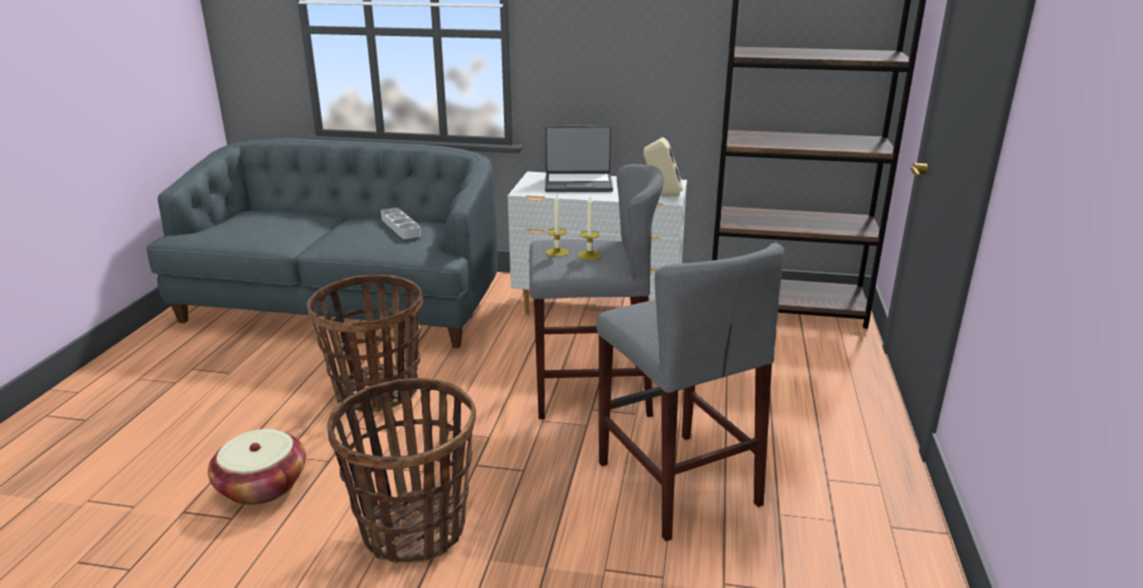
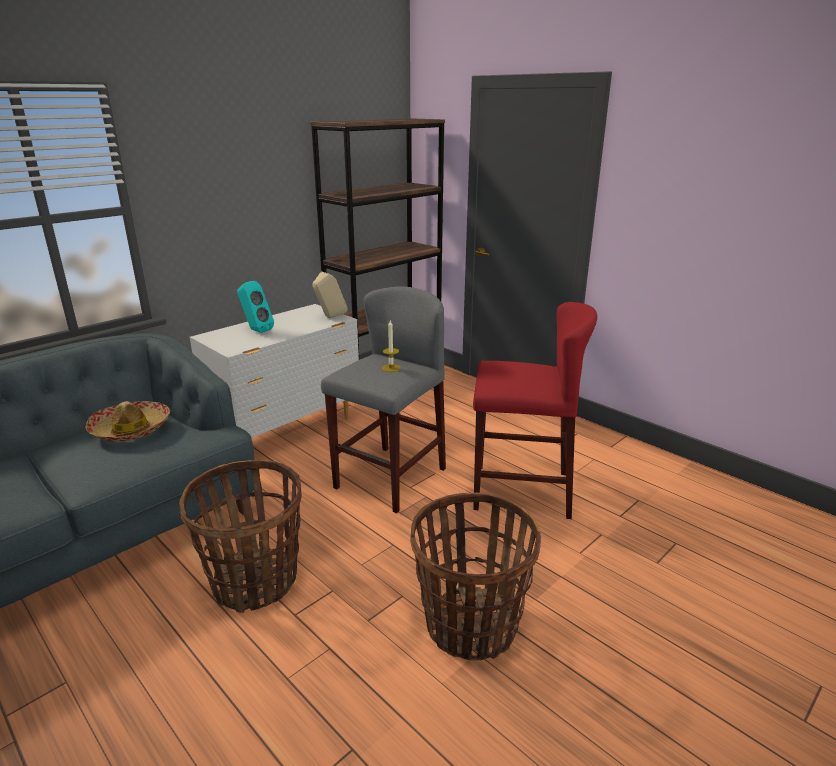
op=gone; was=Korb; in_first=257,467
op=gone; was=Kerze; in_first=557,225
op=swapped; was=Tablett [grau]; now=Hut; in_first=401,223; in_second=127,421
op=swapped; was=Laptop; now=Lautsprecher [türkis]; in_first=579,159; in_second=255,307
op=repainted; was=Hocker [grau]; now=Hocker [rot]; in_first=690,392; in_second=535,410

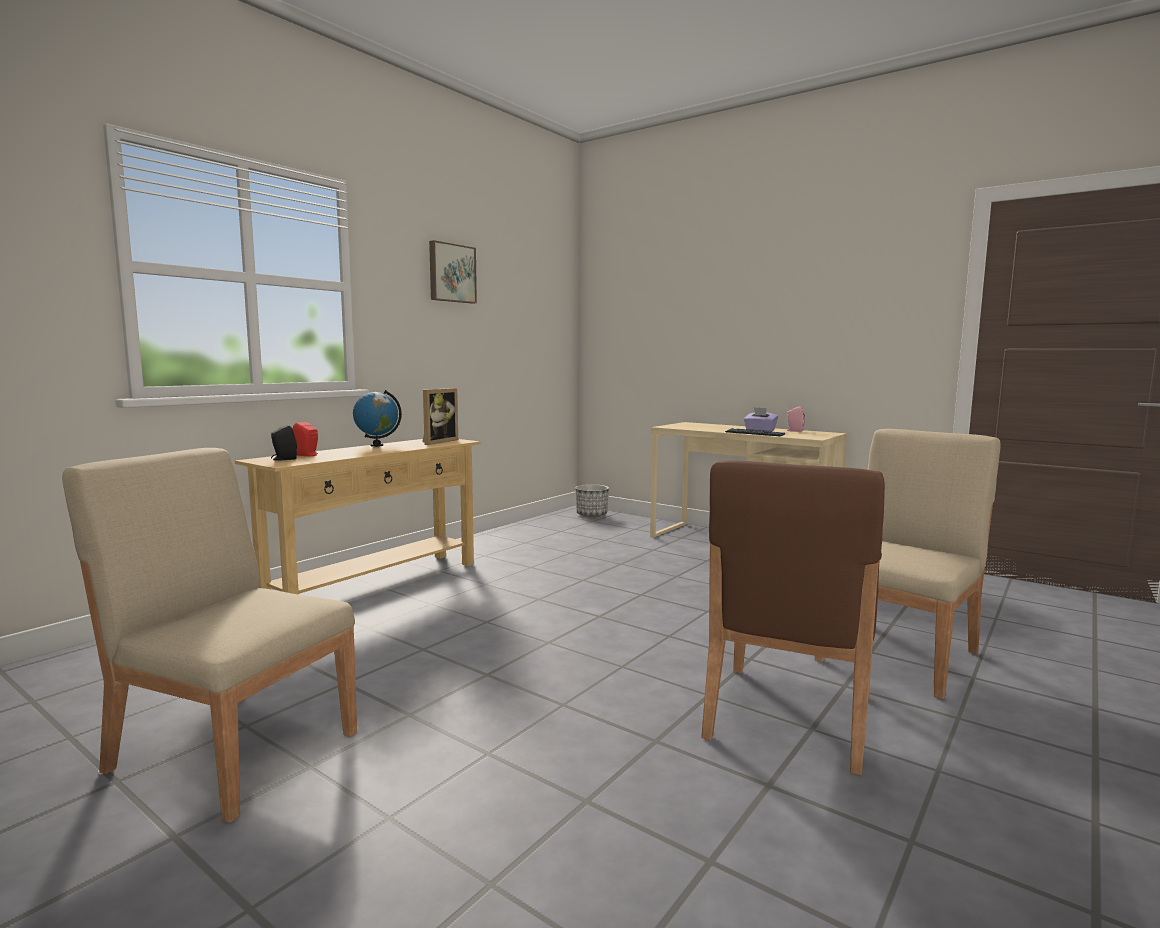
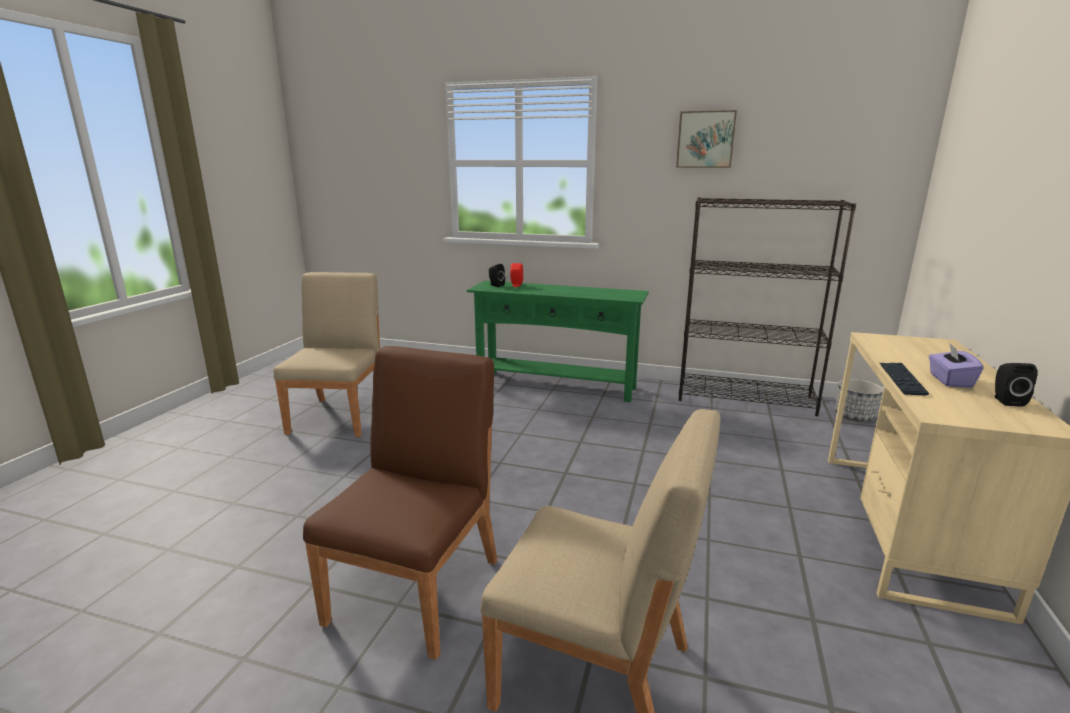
op=gone; was=Globus; in_first=377,418
op=gone; was=Bilderrahmen; in_first=440,416
op=new; now=Bücherregal [schwarz]; in_second=767,306
op=repainted; was=Konsolentisch [beige]; now=Konsolentisch [grün]; in_first=358,517; in_second=558,341
op=repainted; was=Lautsprecher [rosa]; now=Lautsprecher [schwarz]; in_first=795,419; in_second=1016,385
op=rotated; was=Stuhl [braun]; in_first=793,617; in_second=400,503; clockwise=105

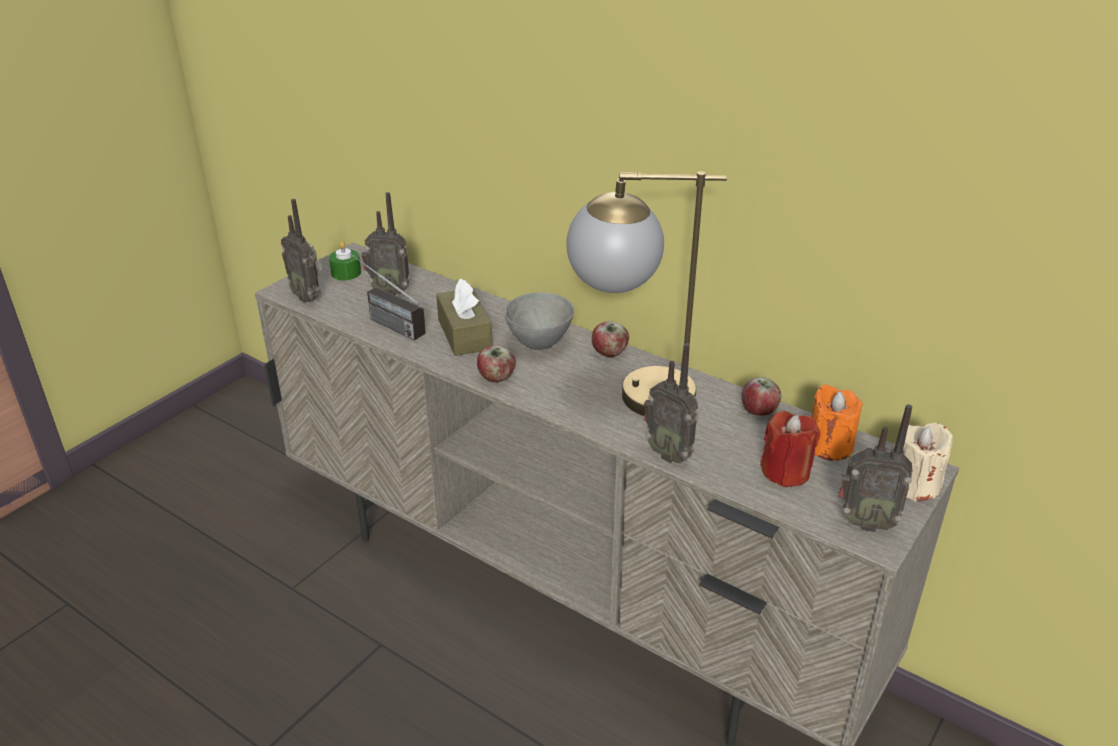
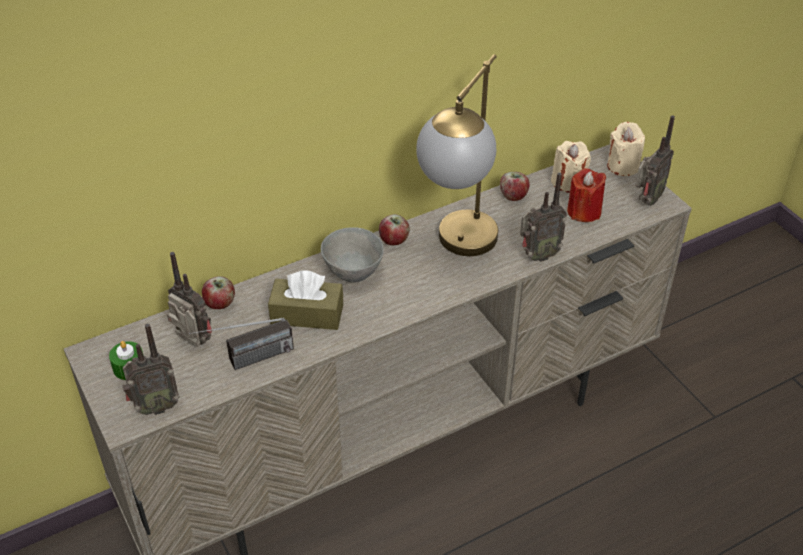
op=shifted; was=Apfel; in_first=496,363; in_second=218,292
op=repainted; was=Kerze [orange]; now=Kerze [beige]; in_first=837,422; in_second=571,166
op=rotated; was=Radio; in_first=385,243; in_second=189,299; clockwise=-90

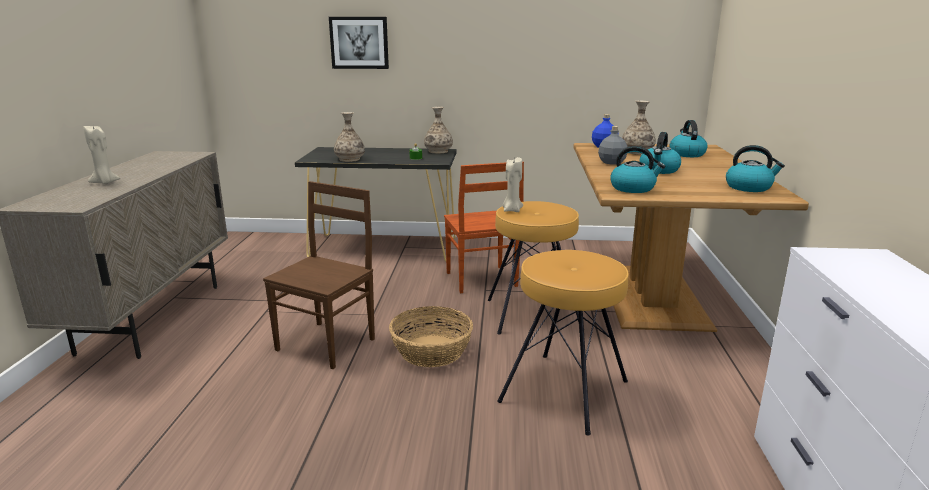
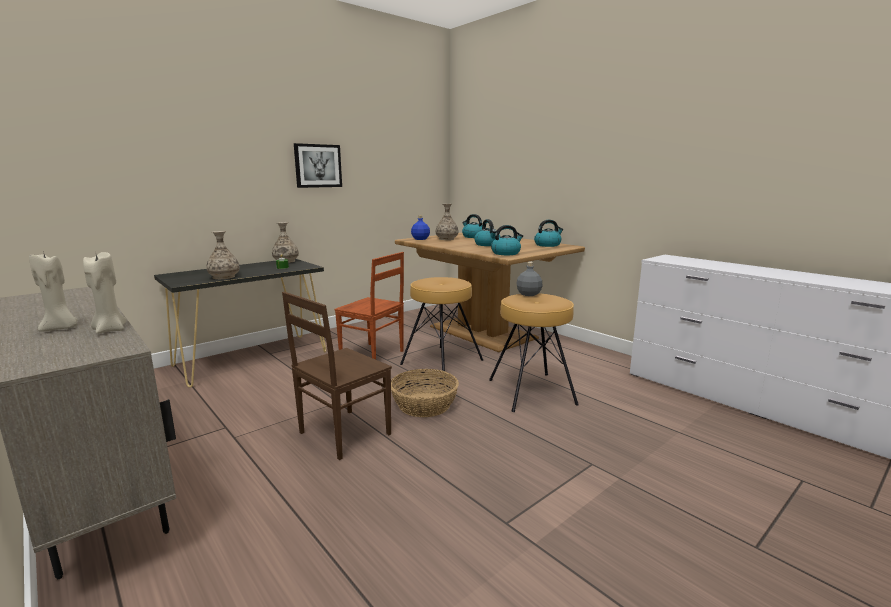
op=shifted; was=Bild; in_first=359,43; in_second=318,165
op=shifted; was=Kerze [beige]; in_first=513,184; in_second=105,292
op=shifted; was=Flasche [grau]; in_first=612,145; in_second=529,279
op=rotated; was=Stuhl [braun]; in_first=319,275; in_second=337,376; clockwise=-120

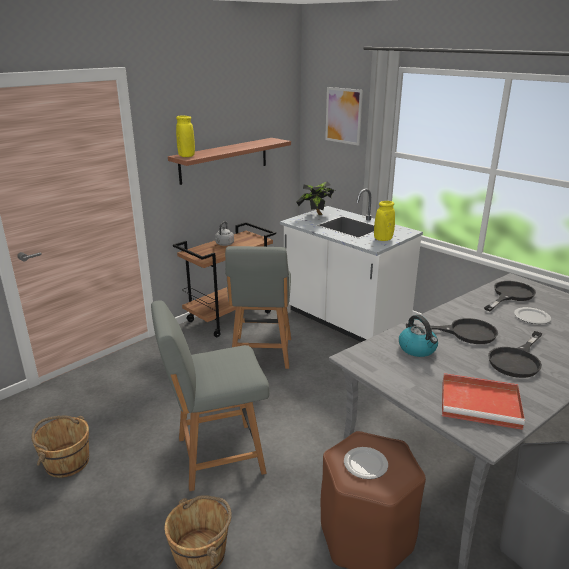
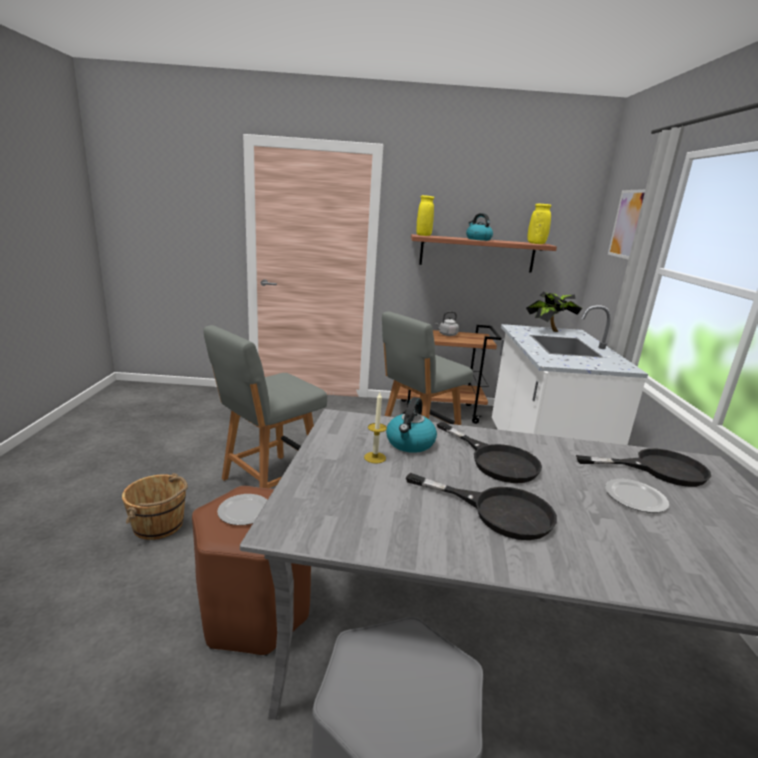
op=gone; was=Eimer [braun]; in_first=60,447
op=gone; was=Tablett [rot]; in_first=483,401
op=new; now=Kerze; in_second=375,428
op=new; now=Wasserkessel; in_second=479,227
op=shifted; was=Vase [gelb]; in_first=384,221; in_second=539,224
op=rotated; was=Stuhl [grau]; in_first=210,395; in_second=265,406; clockwise=-75
op=rotated; was=Pfanne [schwarz]; in_first=515,354; in_second=481,506; clockwise=-150

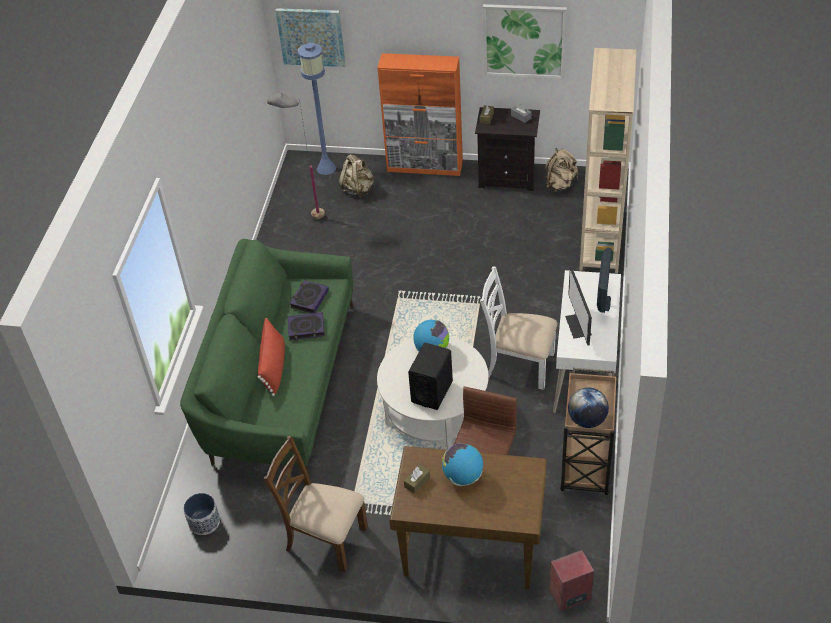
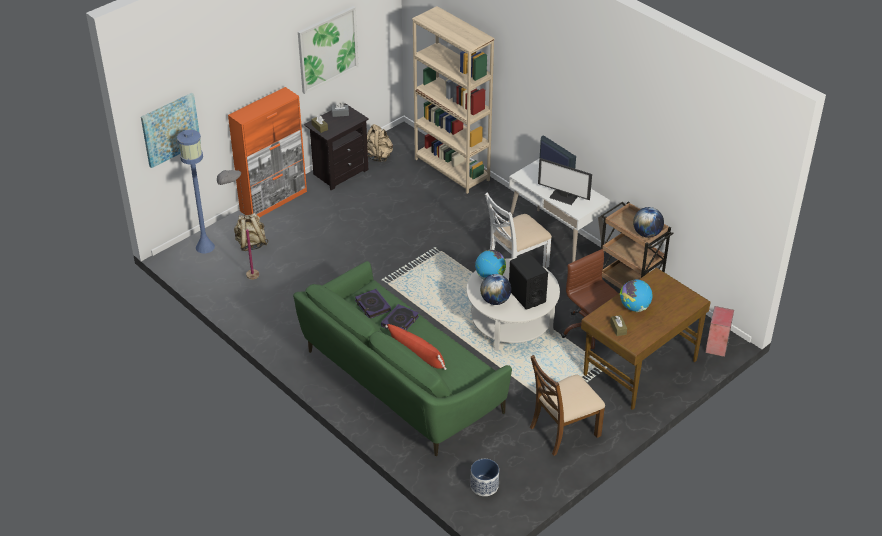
op=new; now=Globus; in_second=495,289

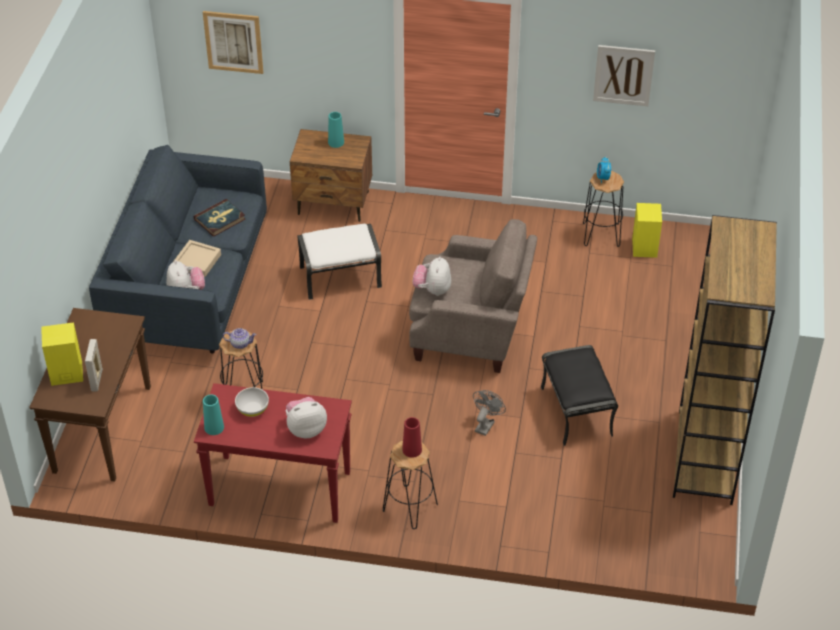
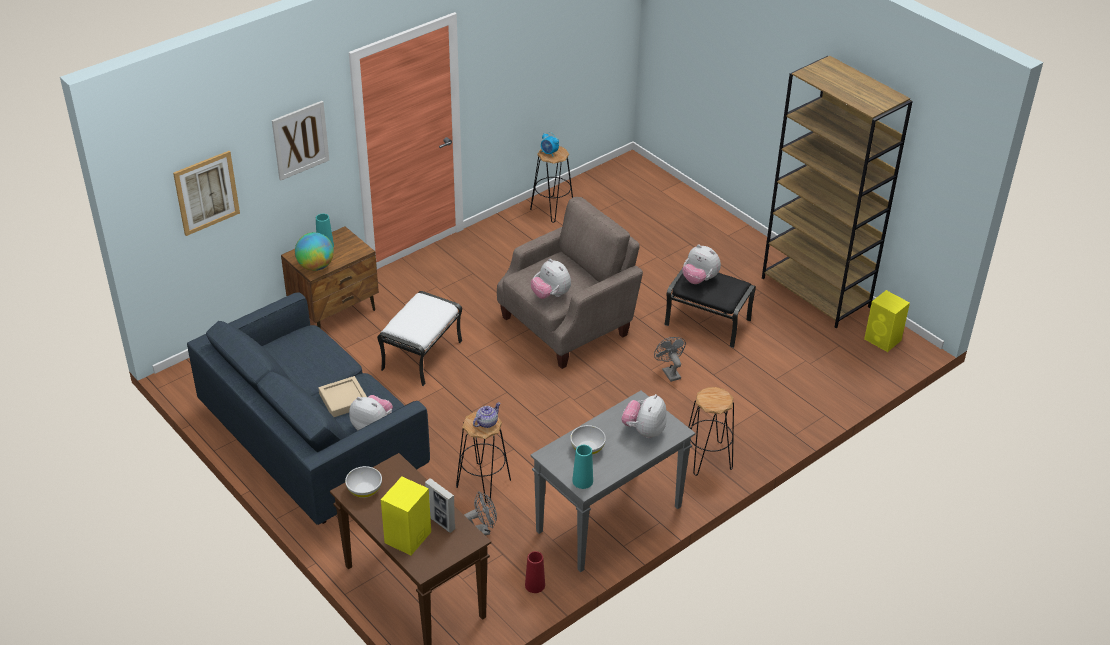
op=gone; was=Buch; in_first=219,218
op=new; now=Globus; in_second=314,251
op=new; now=Schüssel [weiß]; in_second=363,482
op=new; now=Ventilator [grau]; in_second=480,513
op=new; now=Plüschtier; in_second=701,264
op=shifted; was=Vase [rot]; in_first=412,437; in_second=535,572
op=shifted; was=Bild; in_first=624,75; in_second=300,141
op=shifted; was=Lautsprecher [gelb]; in_first=647,230; in_second=887,321
op=repainted; was=Konsolentisch [rot]; now=Konsolentisch [grau]; in_first=273,453; in_second=613,481

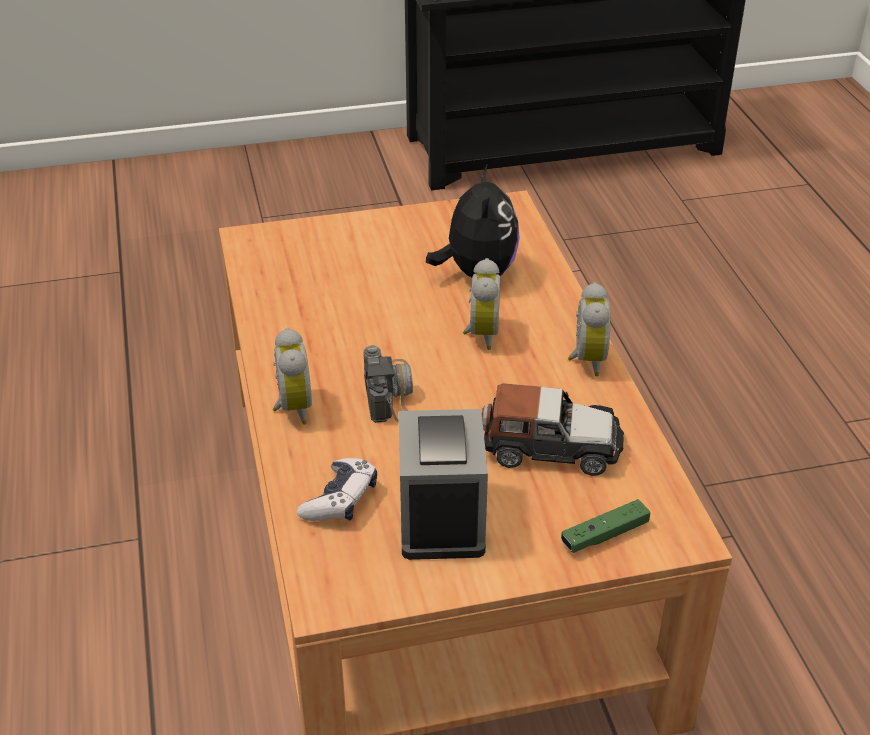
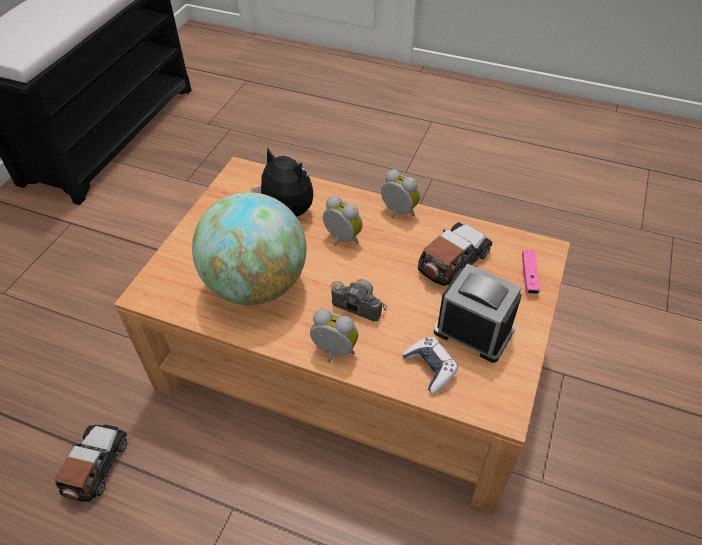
op=new; now=Spielzeugauto; in_second=91,463
op=new; now=Globus; in_second=249,248
op=repainted; was=Gamepad [grün]; now=Gamepad [rosa]; in_first=605,526; in_second=531,272

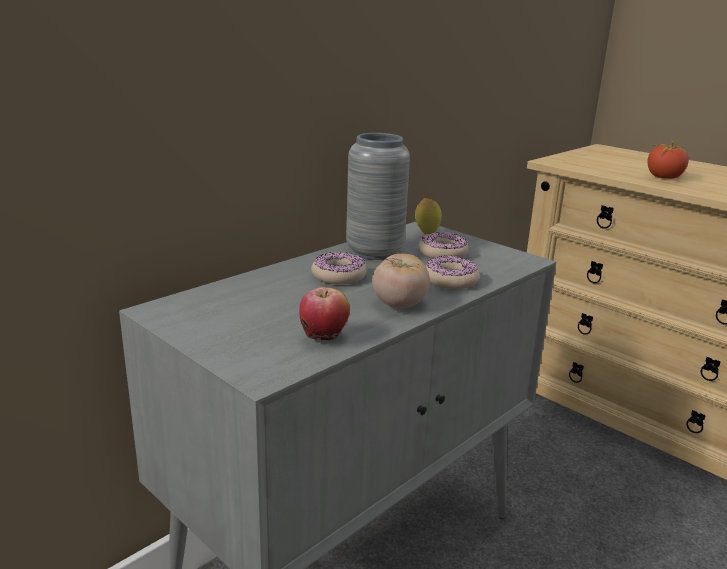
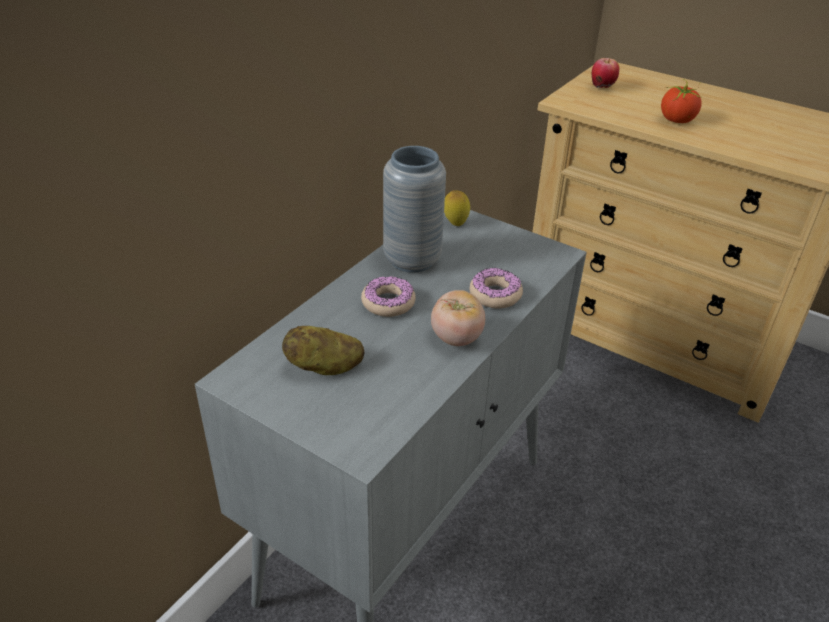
op=gone; was=Donut; in_first=443,245
op=new; now=Kartoffel; in_second=323,350
op=shifted; was=Apfel; in_first=324,313; in_second=605,73

